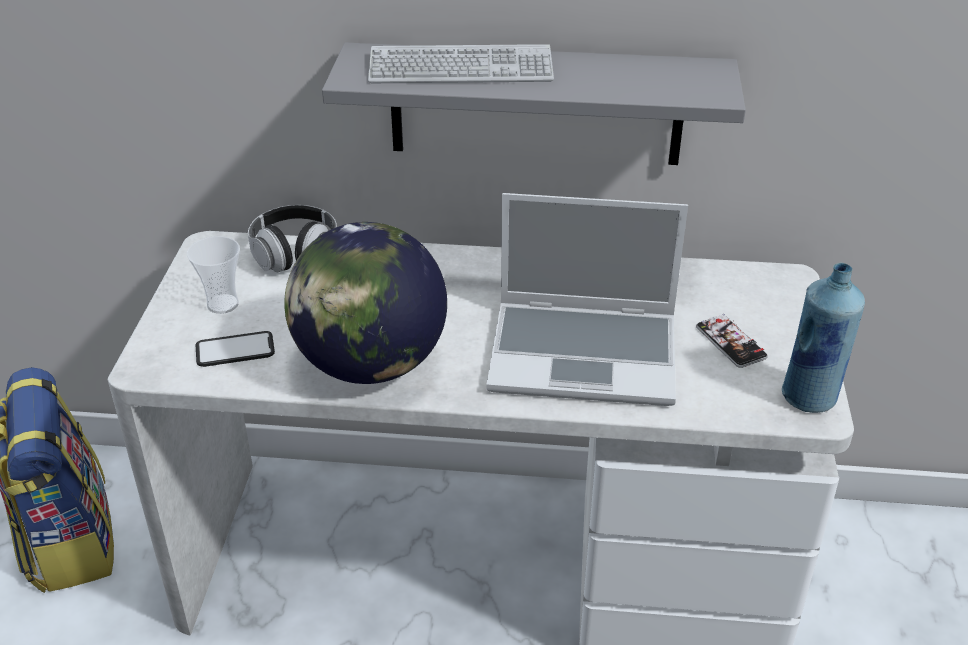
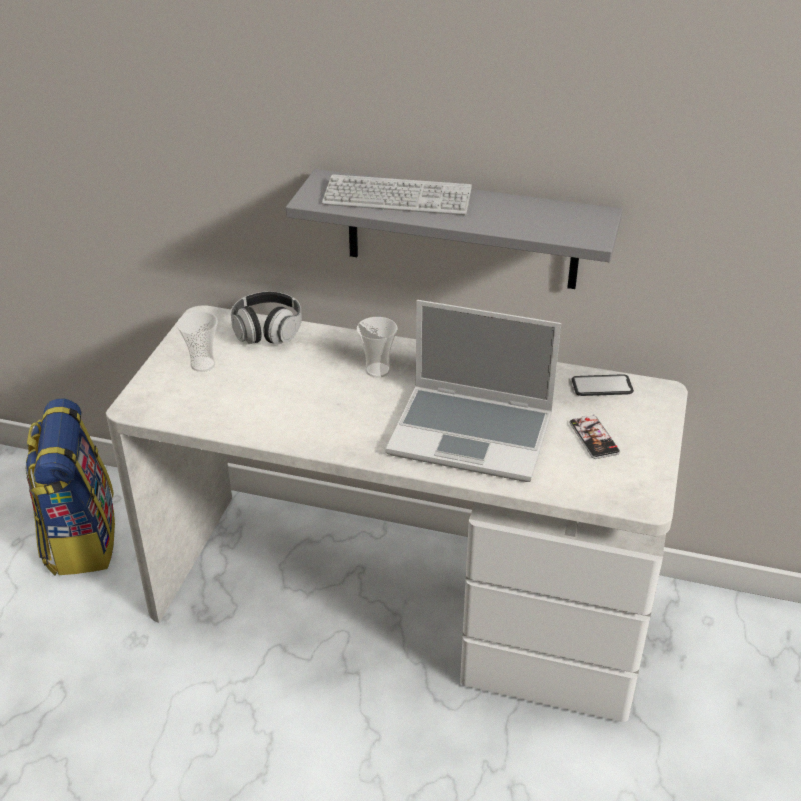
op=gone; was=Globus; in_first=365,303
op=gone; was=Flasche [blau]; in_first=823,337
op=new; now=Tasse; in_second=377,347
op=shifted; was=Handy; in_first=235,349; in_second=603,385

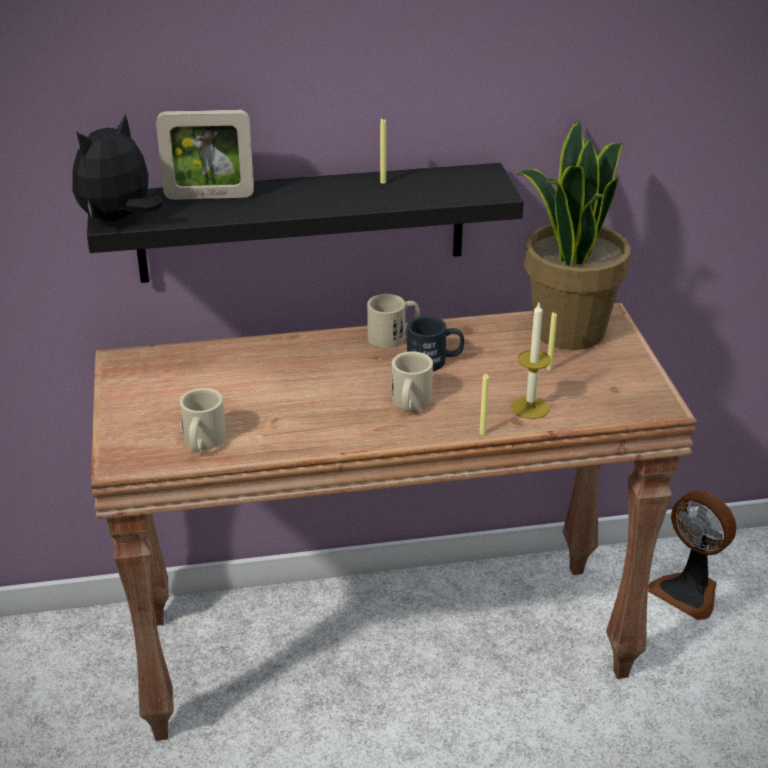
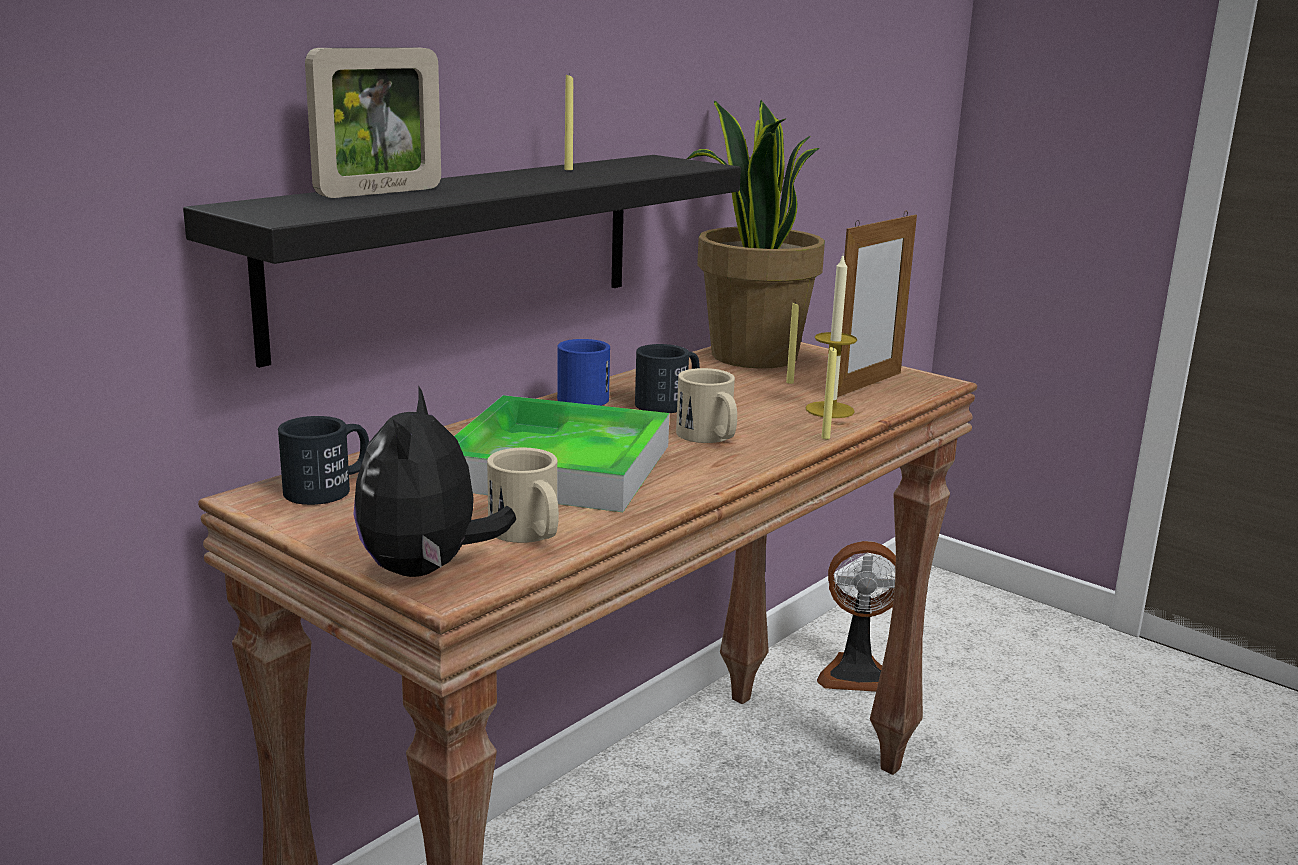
op=new; now=Henkelbecher [schwarz]; in_second=323,460
op=new; now=Tablett; in_second=561,453
op=new; now=Bilderrahmen; in_second=877,304
op=shifted; was=Plüschtier; in_first=117,168; in_second=434,481
op=repainted; was=Henkelbecher [beige]; now=Henkelbecher [blau]; in_first=393,321; in_second=583,372

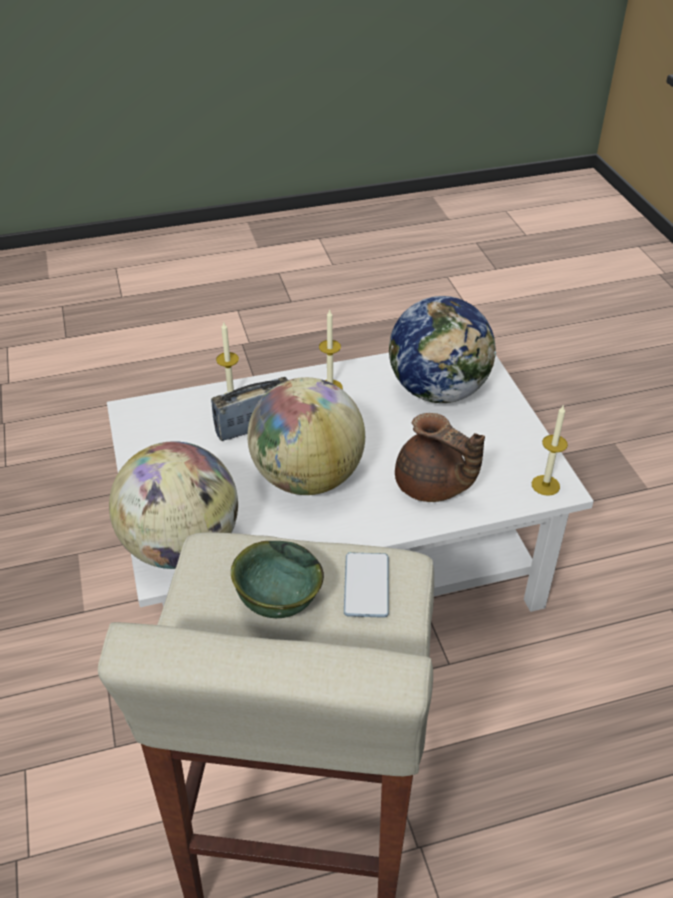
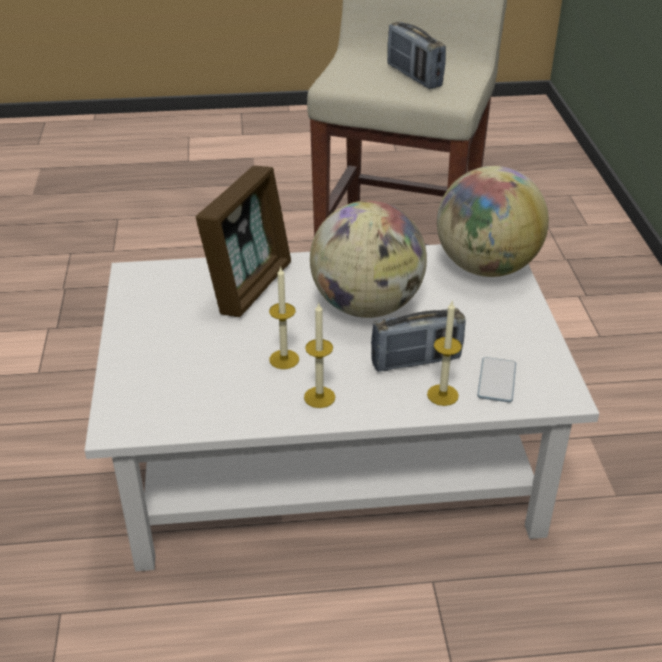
op=gone; was=Globus; in_first=442,349
op=shifted; was=Handy; in_first=366,585; in_second=496,379
op=shifted; was=Kerze; in_first=550,450; in_second=284,317
op=swapped; was=Schüssel [grün]; now=Radio; in_first=277,579; in_second=416,55
op=swapped; was=Teekanne [braun]; now=Bilderrahmen; in_first=440,457; in_second=243,241

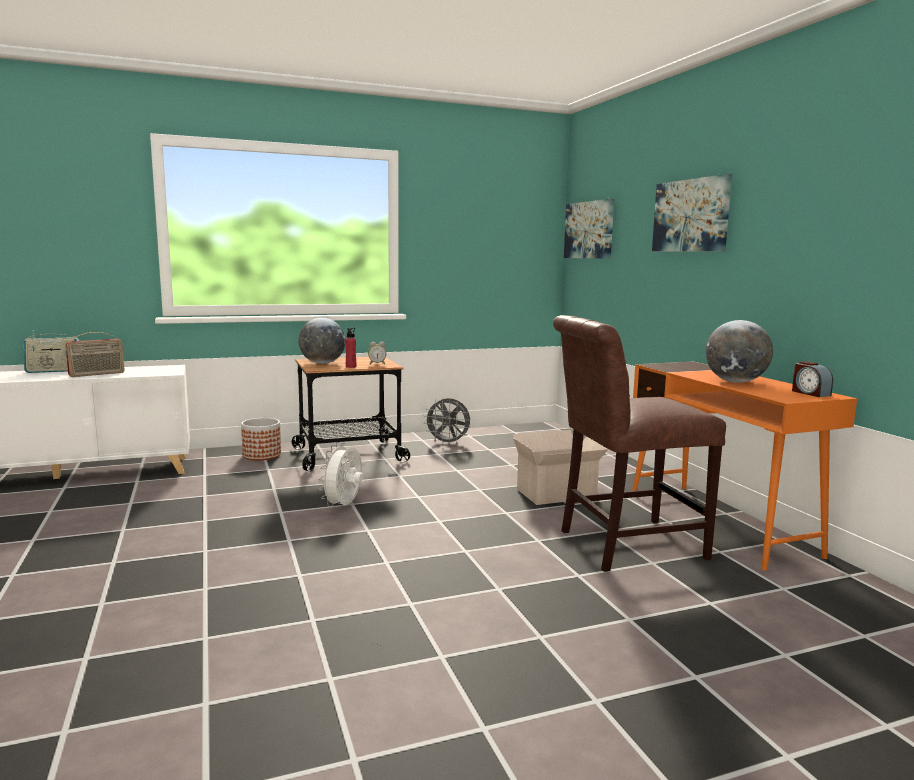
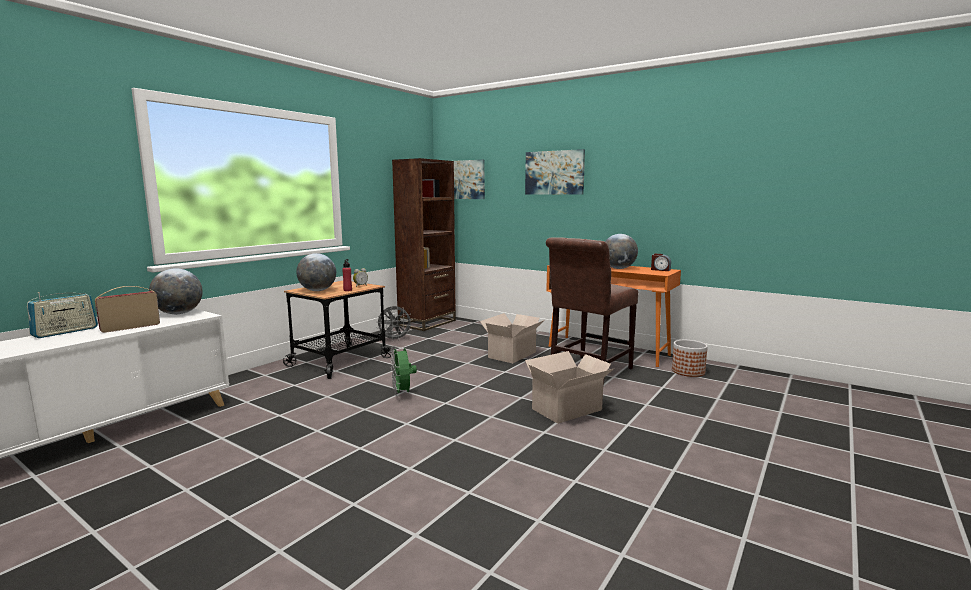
op=new; now=Globus; in_second=176,291
op=new; now=Bücherregal [braun]; in_second=424,244
op=new; now=Karton; in_second=569,387
op=shifted; was=Pflanzkübel; in_first=261,439; in_second=690,358
op=repainted; was=Ventilator [weiß]; now=Ventilator [grün]; in_first=341,475; in_second=404,371
op=rotated; was=Radio; in_first=95,354; in_second=127,309; clockwise=-150

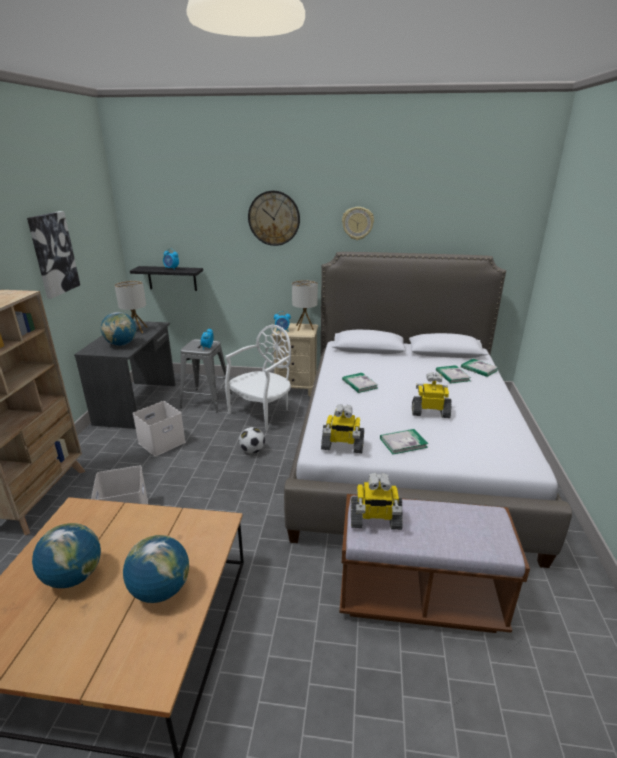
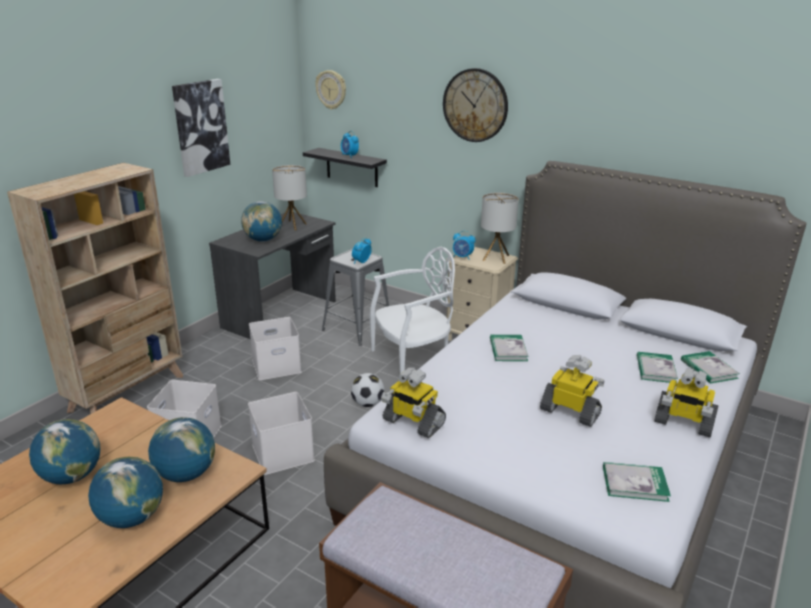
op=new; now=Globus; in_second=181,449
op=new; now=Aufbewahrungsbox [weiß]; in_second=281,433
op=shifted; was=Wanduhr; in_first=358,223; in_second=330,90
op=shifted; was=Spielzeugroboter; in_first=377,501; in_second=686,403
op=shifted; was=Buch; in_first=404,441; in_second=637,482

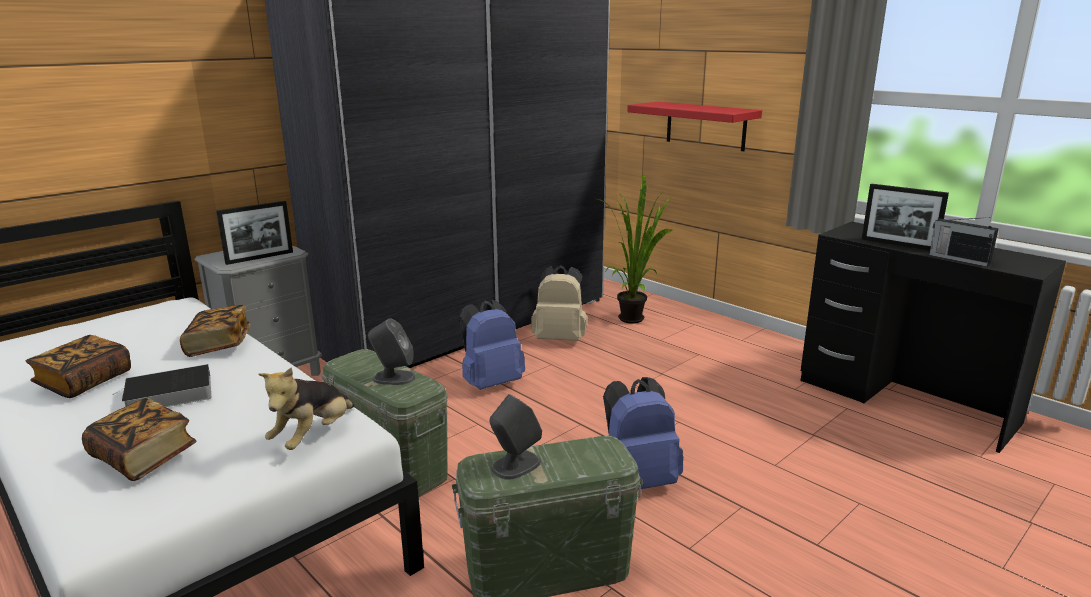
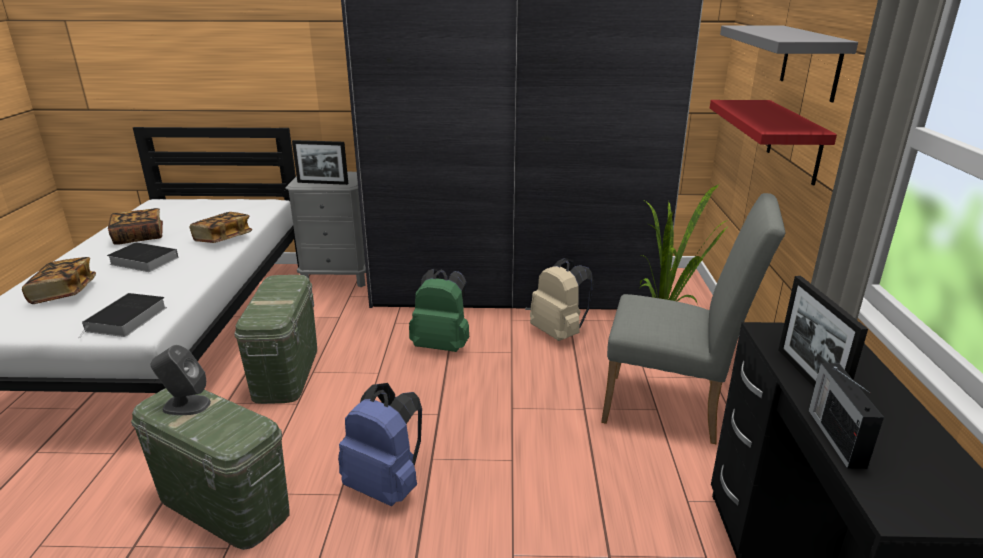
op=gone; was=Lautsprecher [grau]; in_first=391,351
op=new; now=Stuhl [grau]; in_second=693,318
op=new; now=Wandregal [grau]; in_second=789,63
op=swapped; was=Plüschtier; now=Buch; in_first=306,408; in_second=123,316
op=repainted; was=Rucksack [blau]; now=Rucksack [grün]; in_first=492,345; in_second=439,310

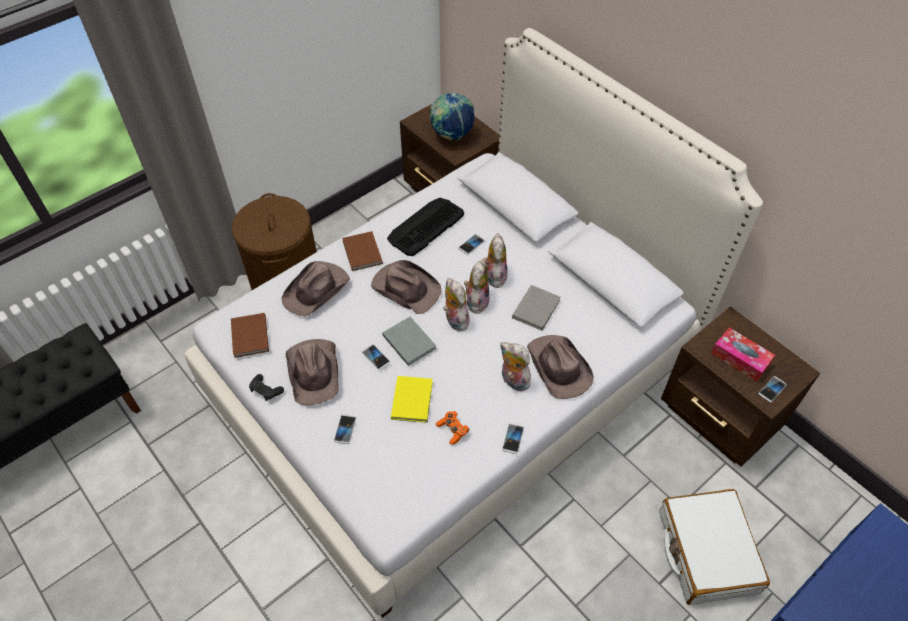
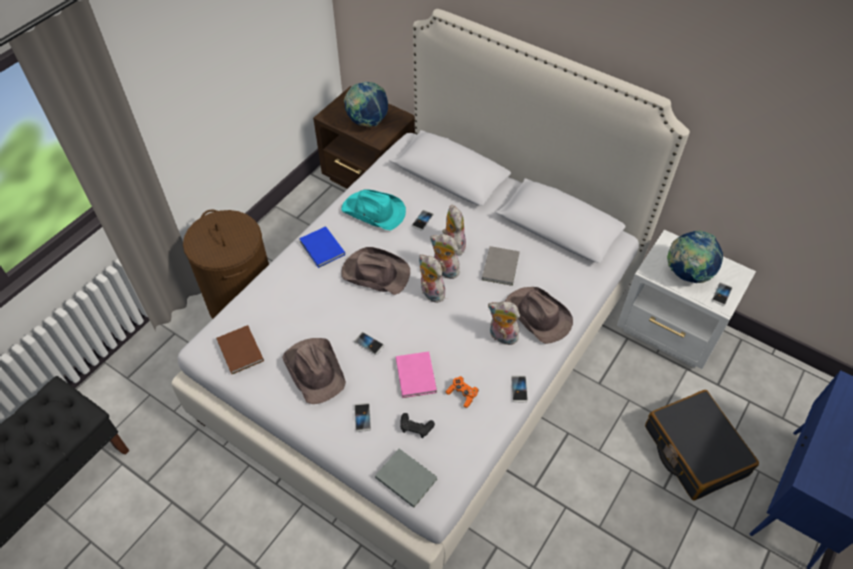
op=gone; was=Hut [braun]; in_first=316,288
op=shifted; was=Gamepad [schwarz]; in_first=266,387; in_second=417,425
op=shifted; was=Buch [grau]; in_first=409,341; in_second=406,478
op=swapped; was=Tastatur; now=Hut [türkis]; in_first=425,227; in_second=373,210
op=swapped; was=Taschentuchbox; now=Globus; in_first=743,354; in_second=695,257
op=repainted; was=Buch [braun]; now=Buch [blau]; in_first=362,251; in_second=322,247
op=repainted; was=Buch [gelb]; now=Buch [rosa]; in_first=412,399; in_second=416,375
op=repainted; was=Koffer [weiß]; now=Koffer [schwarz]; in_first=714,547; in_second=702,445
op=repainted; was=Nachttisch [braun]; now=Nachttisch [weiß]; in_first=740,386; in_second=686,299
op=rotated; was=Plüschtier; in_first=476,286; in_second=445,256; clockwise=-60

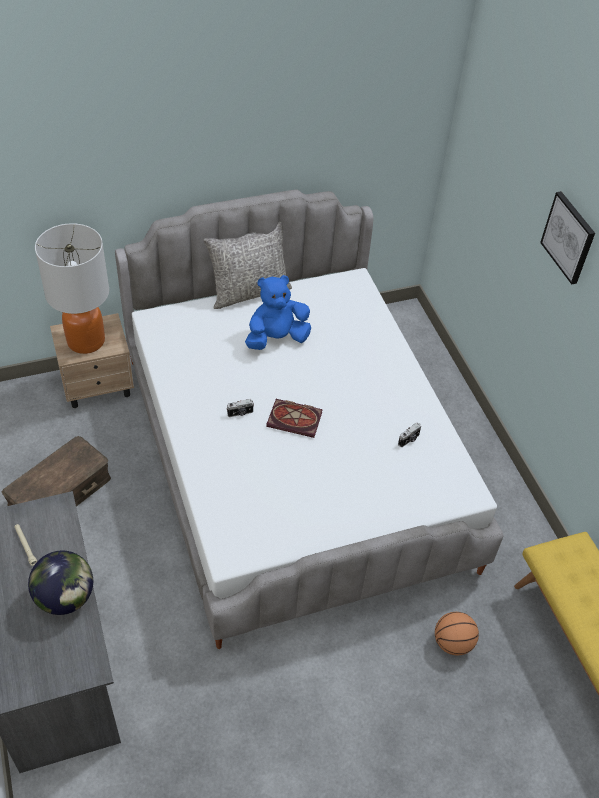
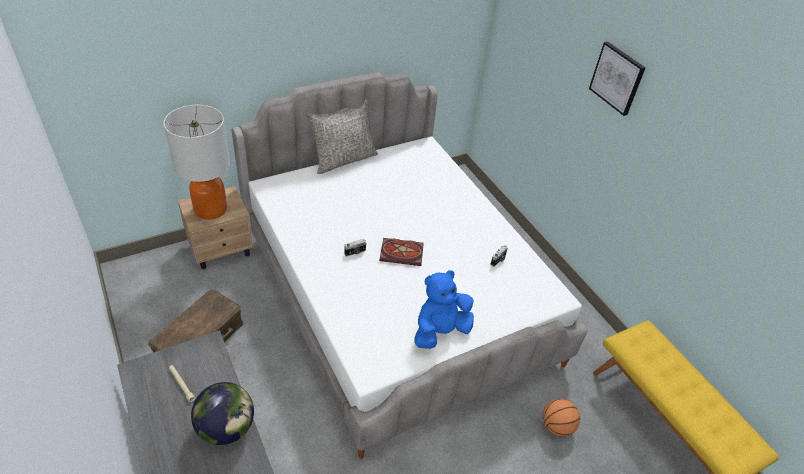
op=shifted; was=Plüschtier [blau]; in_first=278,312; in_second=444,309

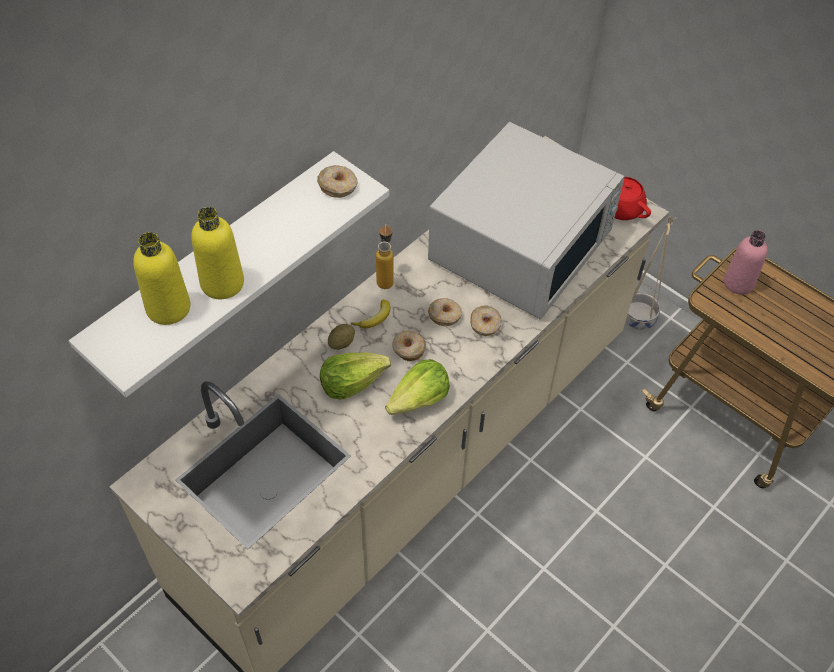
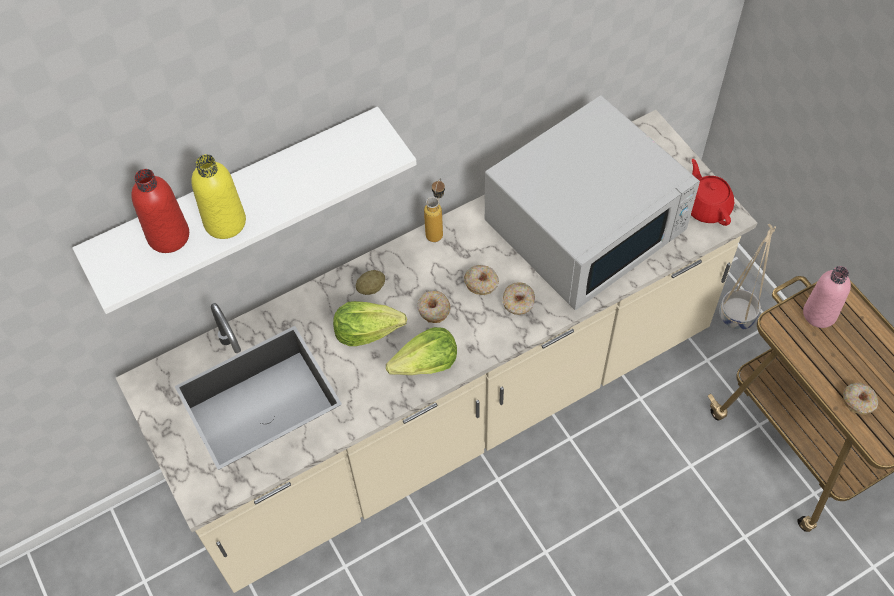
op=gone; was=Banane; in_first=370,314
op=shifted; was=Donut; in_first=337,181; in_second=860,399
op=repainted; was=Flasche [gelb]; now=Flasche [rot]; in_first=161,278; in_second=160,211

